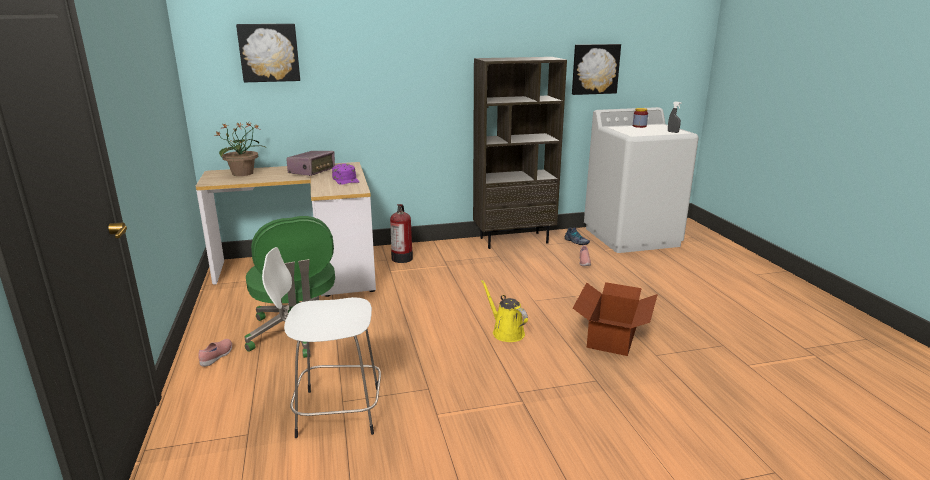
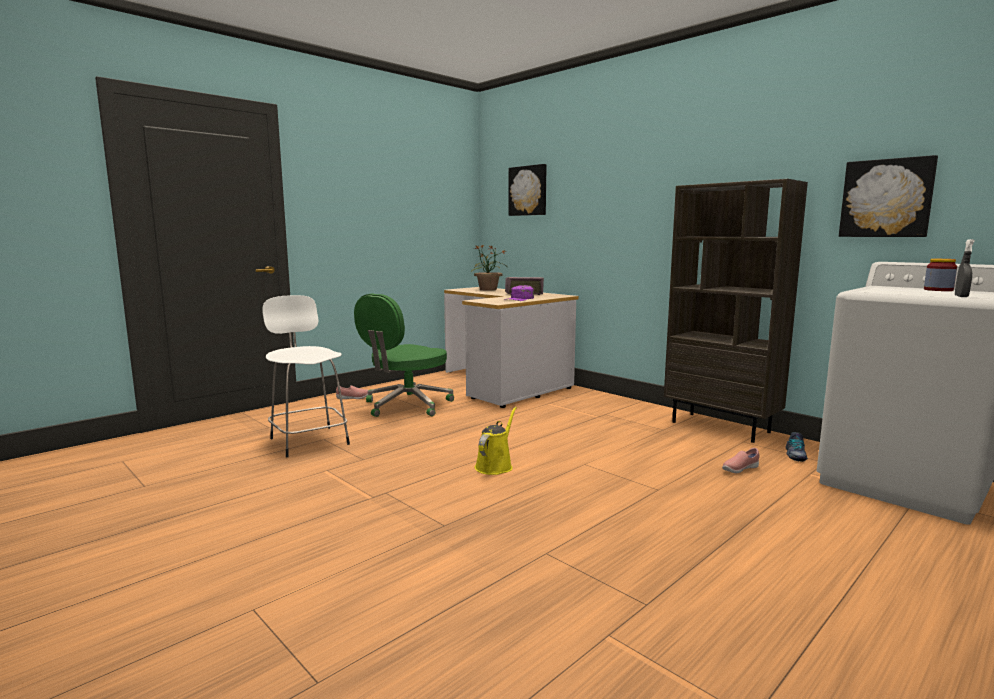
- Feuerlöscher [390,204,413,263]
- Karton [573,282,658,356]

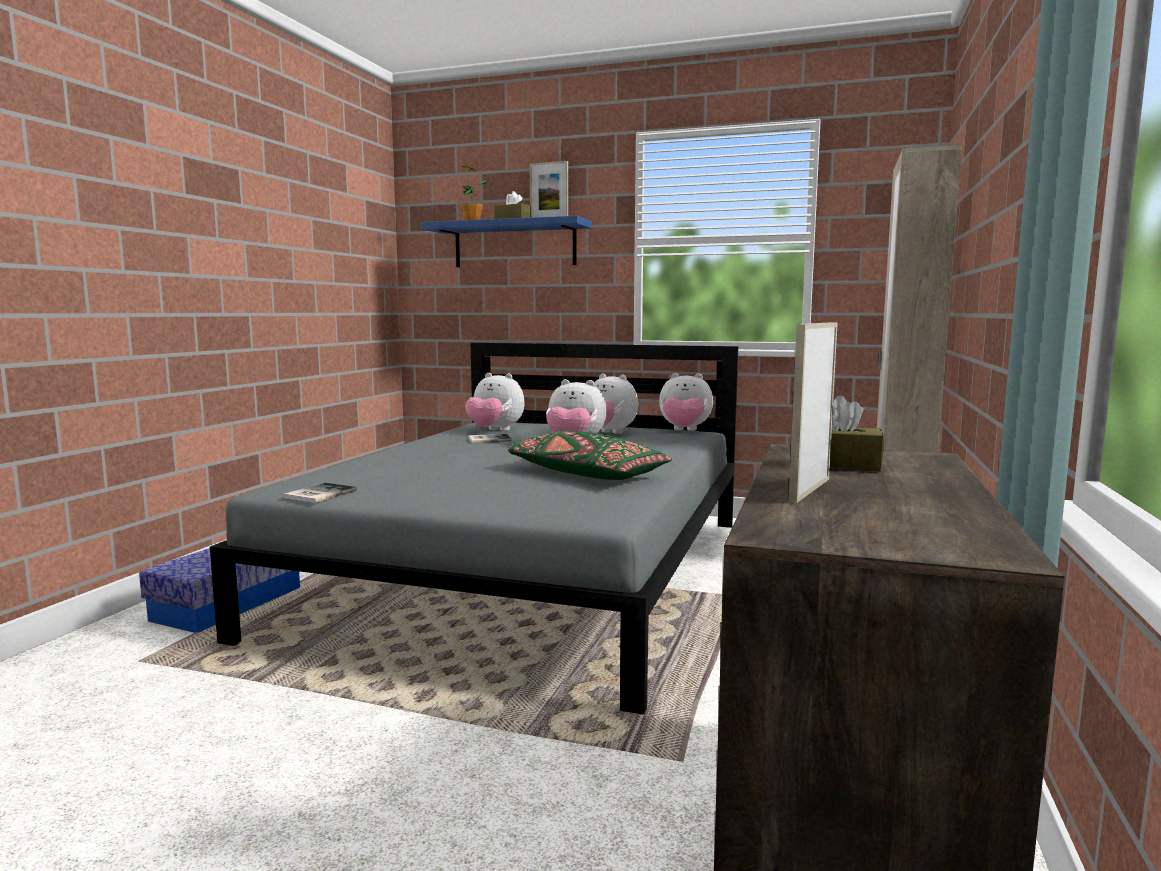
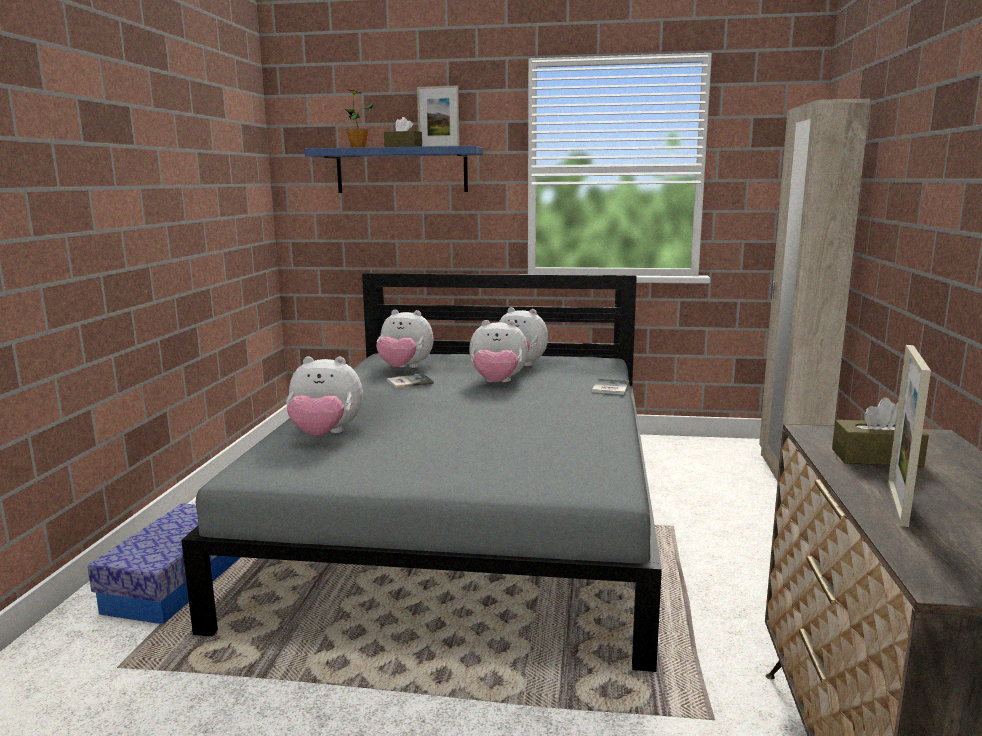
~ Plüschtier [659,373,713,431] to [286,356,363,436]
~ Buch [283,483,357,503] to [592,379,630,395]
- Kissen (grün) [508,431,673,480]

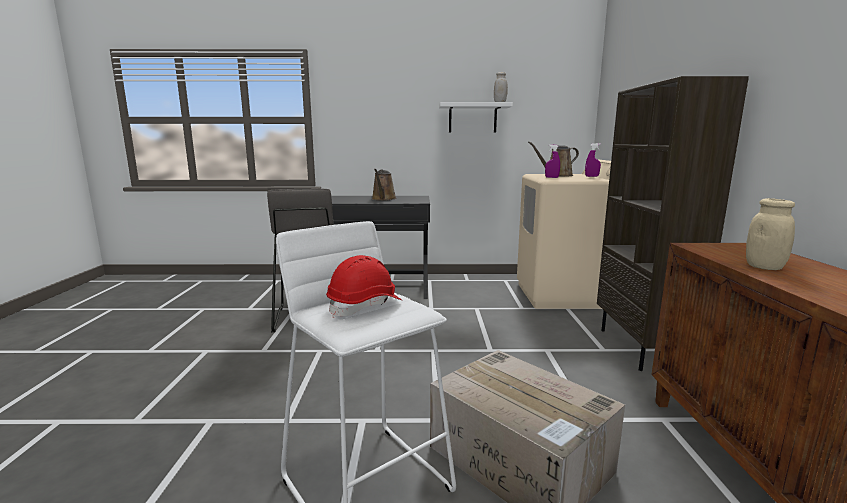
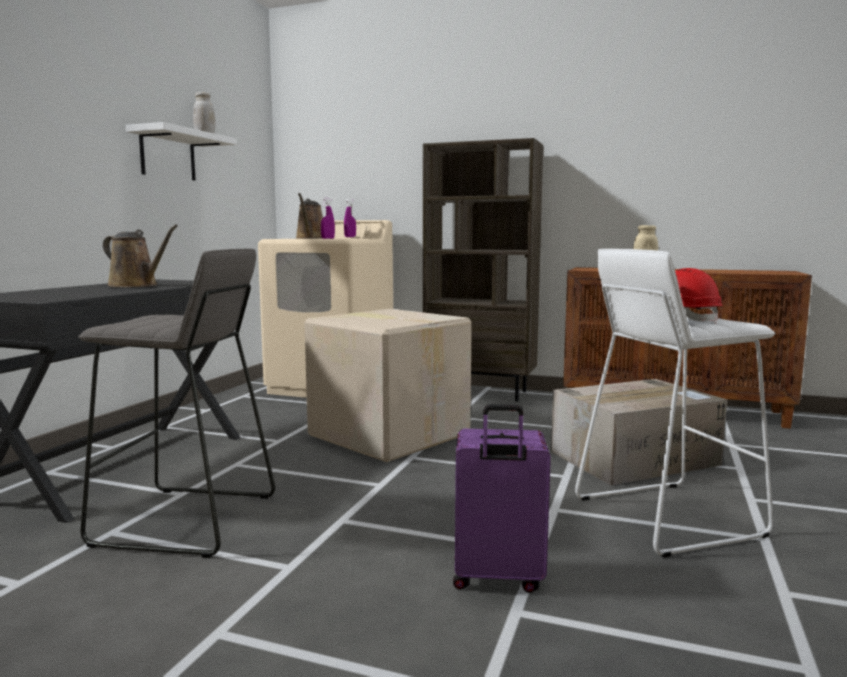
+ Karton [304,309,472,462]
+ Koffer (lila) [453,404,551,593]

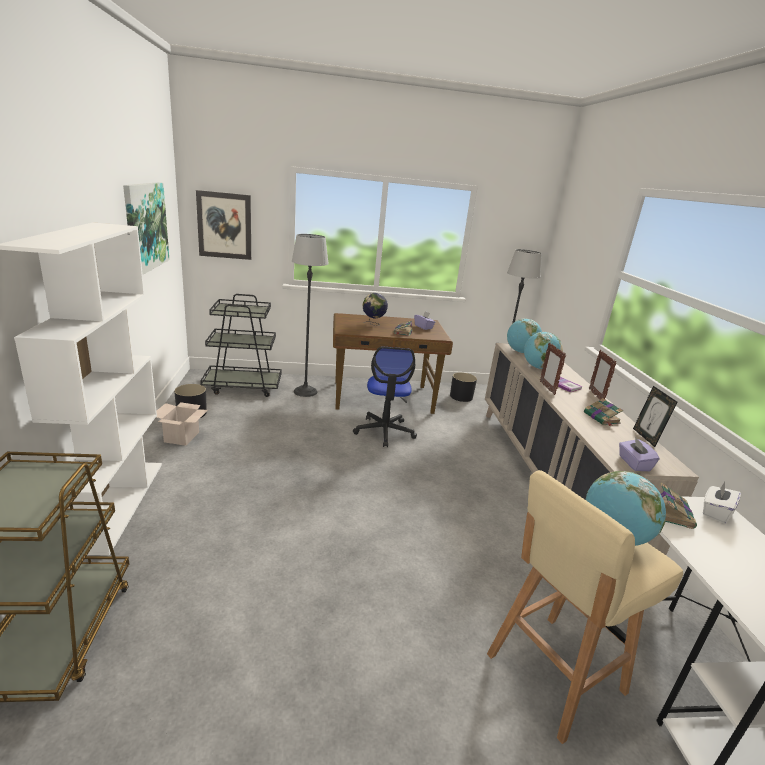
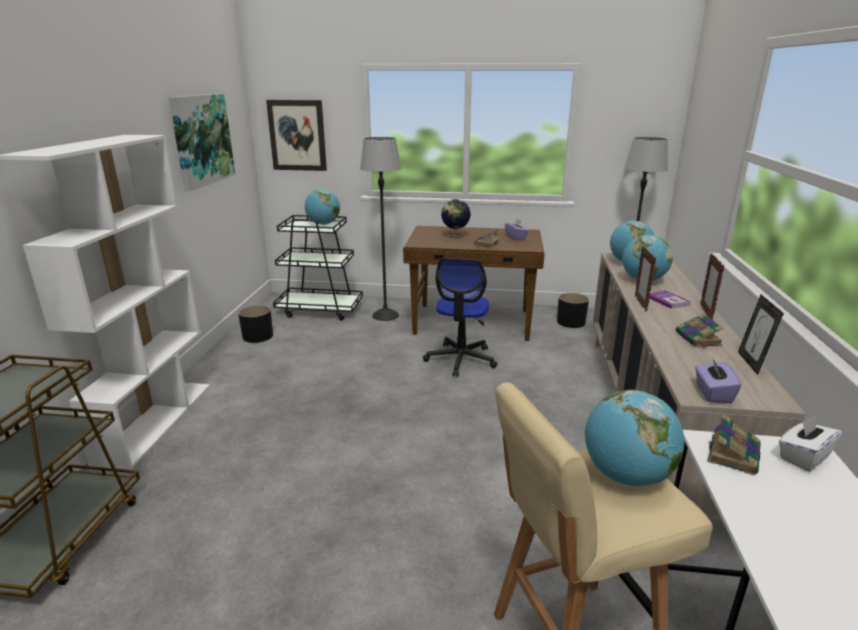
+ Globus [305,189,340,225]
- Karton [156,402,208,446]

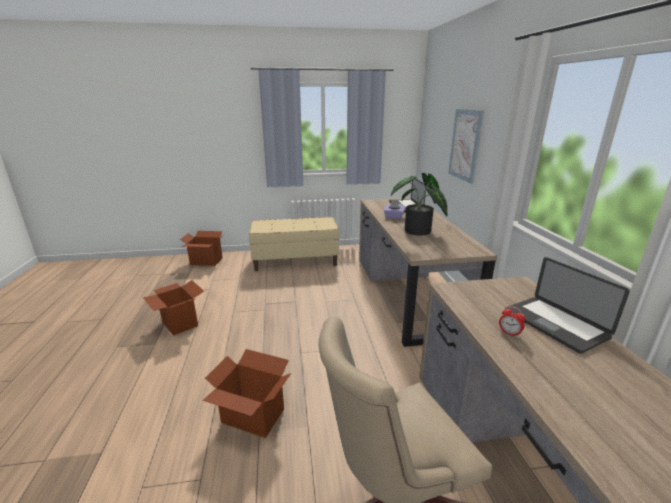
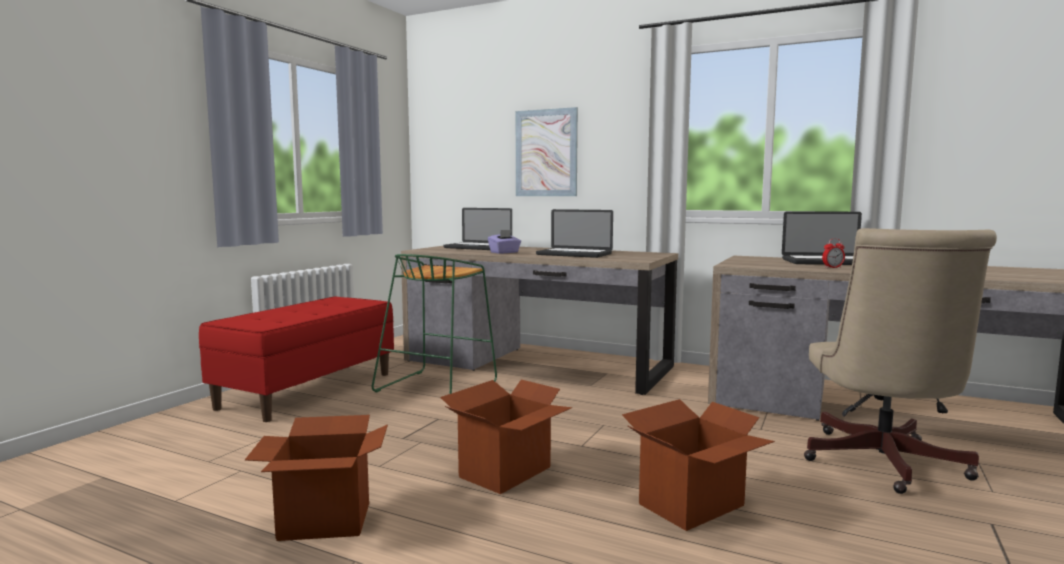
~ Bank (beige) [249,217,339,271] to Bank (rot) [199,296,394,422]
+ Hocker (grün) [372,254,497,394]
~ Karton [180,231,225,266] to [440,380,572,494]
~ Topfpflanze [391,173,448,236] to Laptop [536,209,613,258]

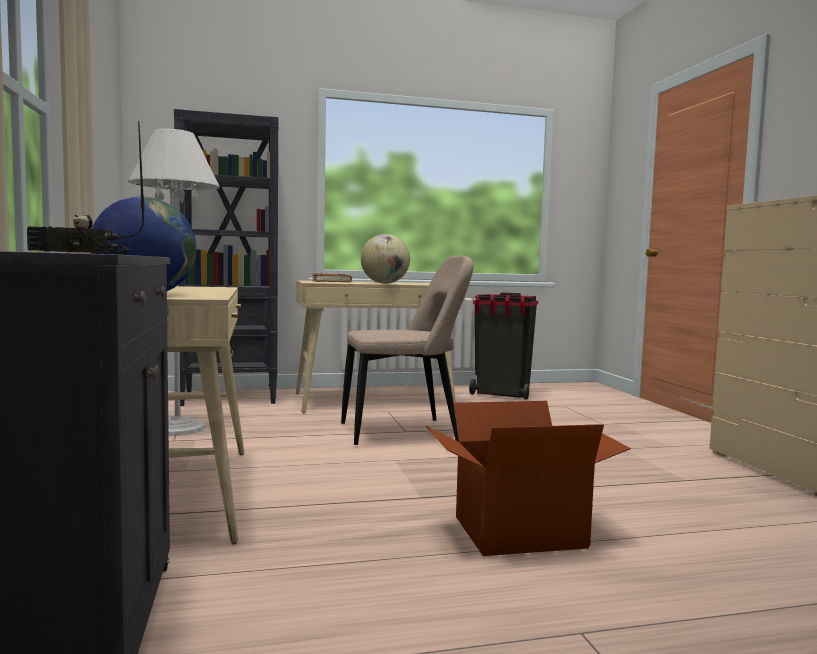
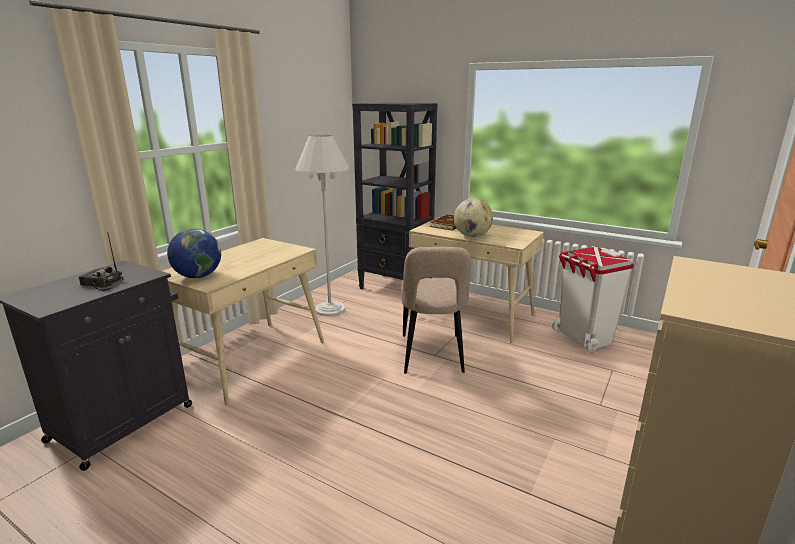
~ Stuhl (beige) [341,256,474,445] = [401,247,471,374] 60 degrees clockwise
~ Mülleimer (schwarz) [469,292,538,400] to Mülleimer (weiß) [552,247,634,352]
- Karton [426,401,631,556]

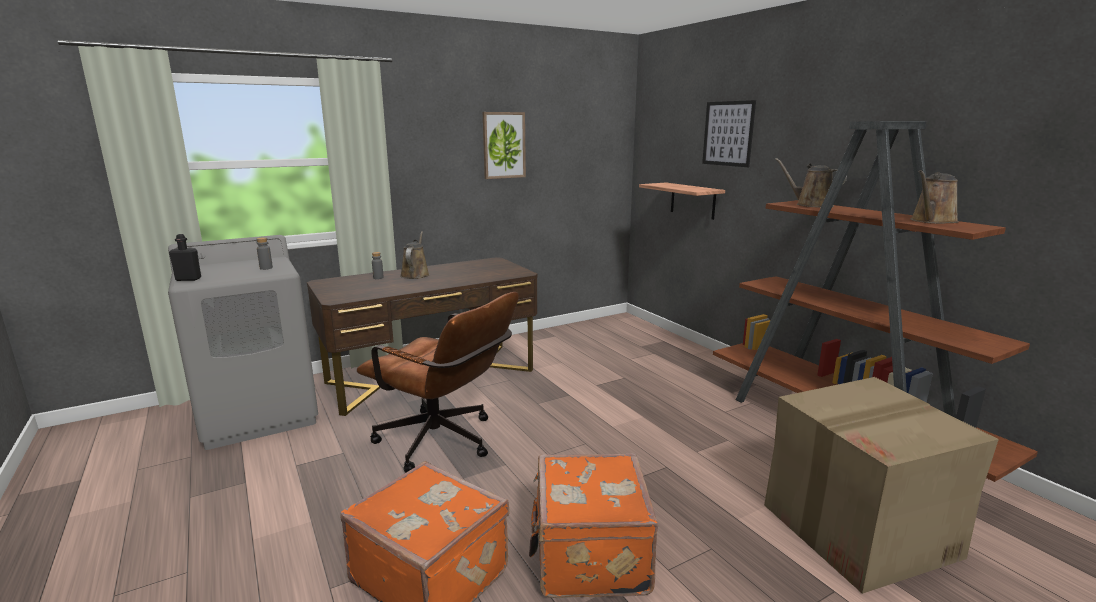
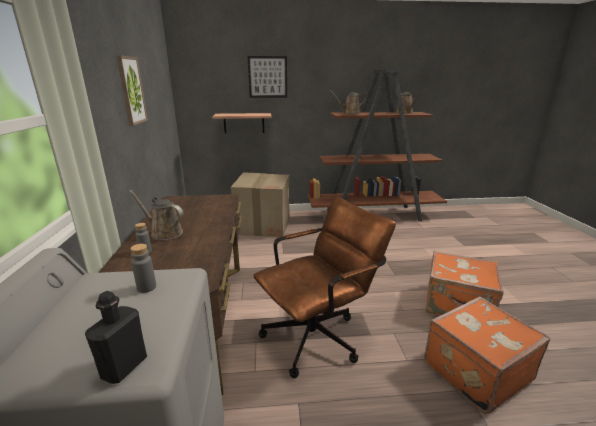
~ Karton [764,377,999,594] to [231,172,290,237]

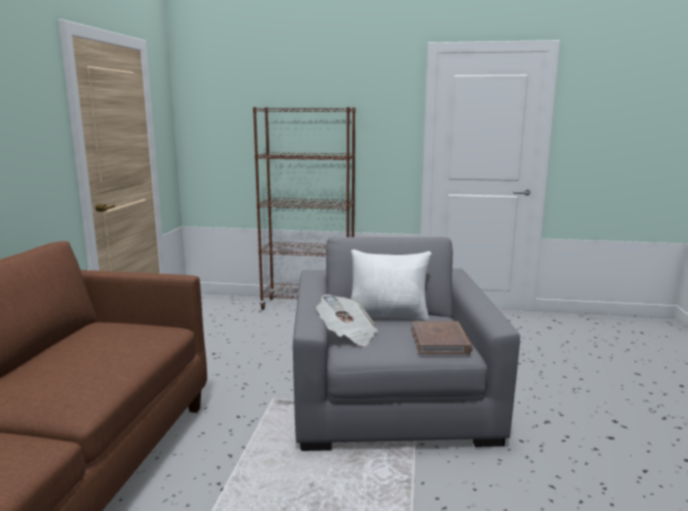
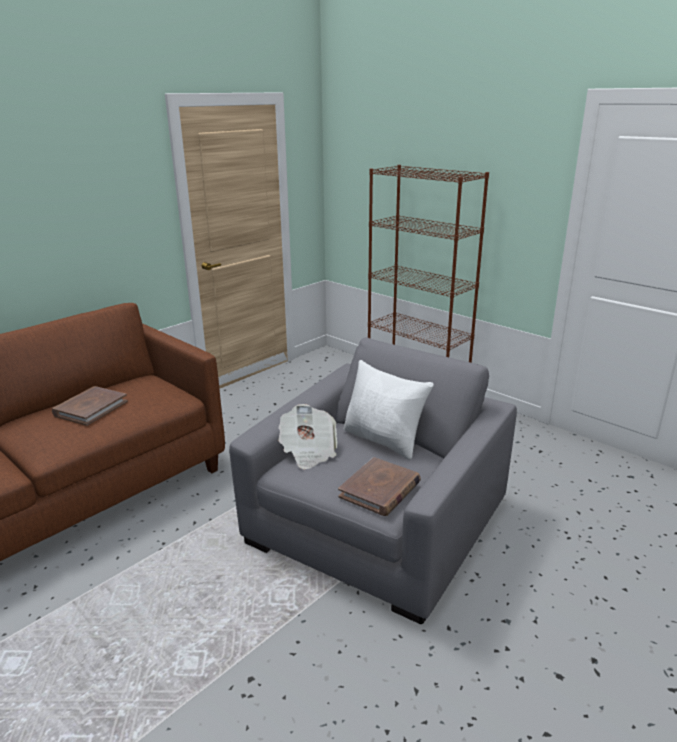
+ Buch (braun) [52,386,128,426]

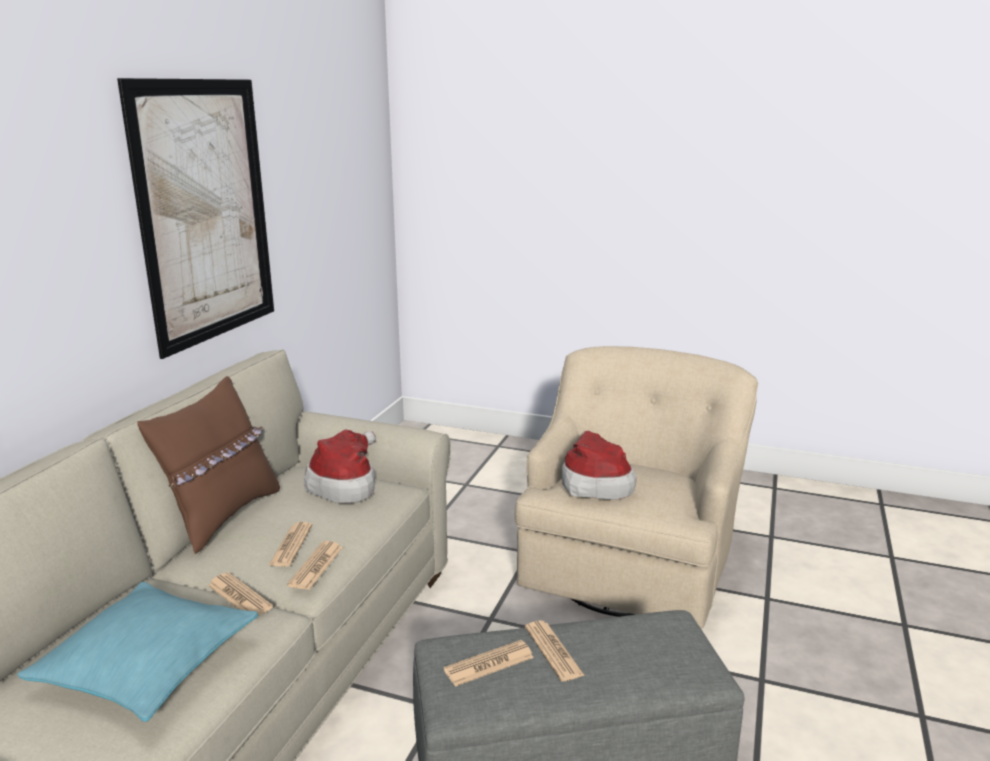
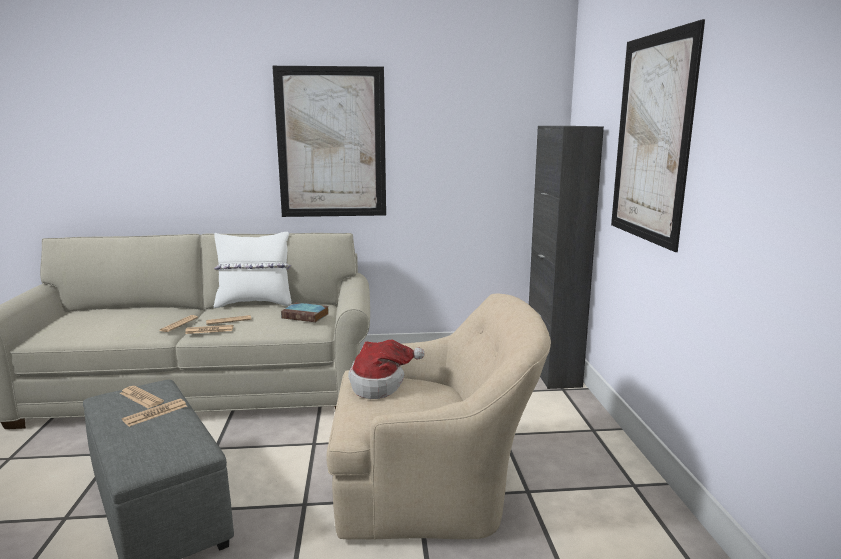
~ Kissen (braun) [137,376,280,555] to Kissen (weiß) [214,232,291,308]
~ Hut [304,429,376,504] to Buch [281,303,329,322]
+ Schrank (schwarz) [529,126,604,389]
+ Bild [611,19,705,252]
- Kissen (türkis) [17,582,258,722]

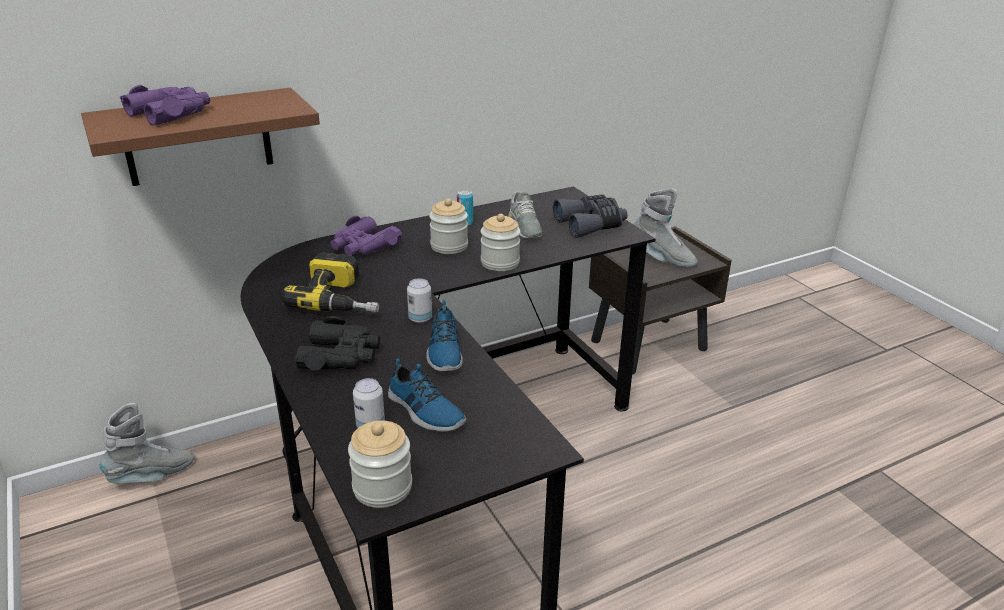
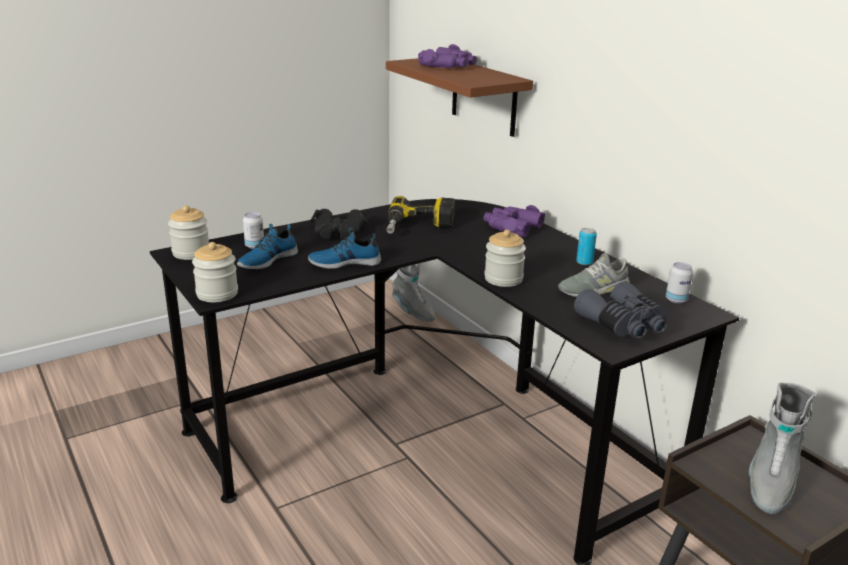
~ Vorratsglas [429,199,468,254] to [192,242,238,302]
~ Dose [407,278,432,323] to [666,262,693,304]

